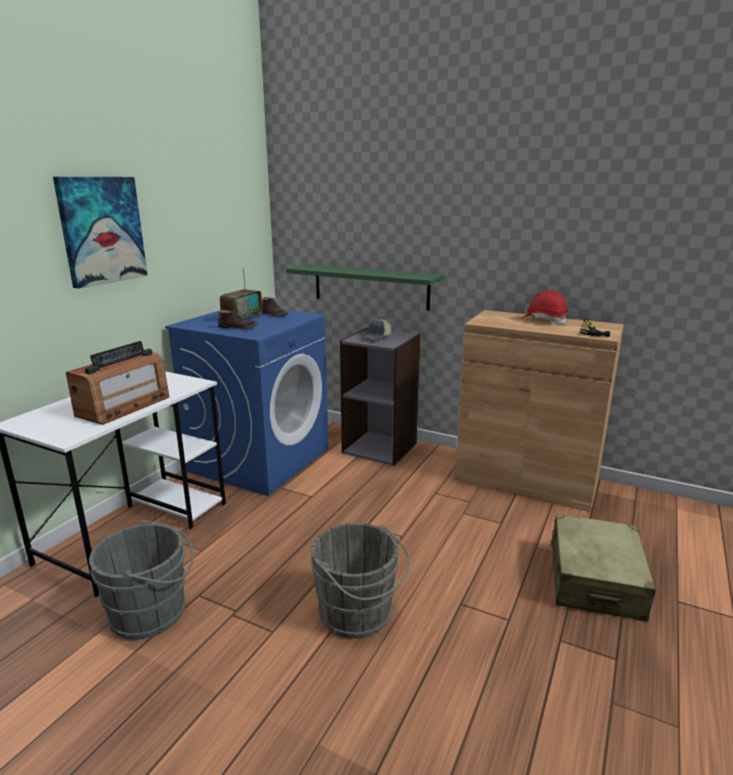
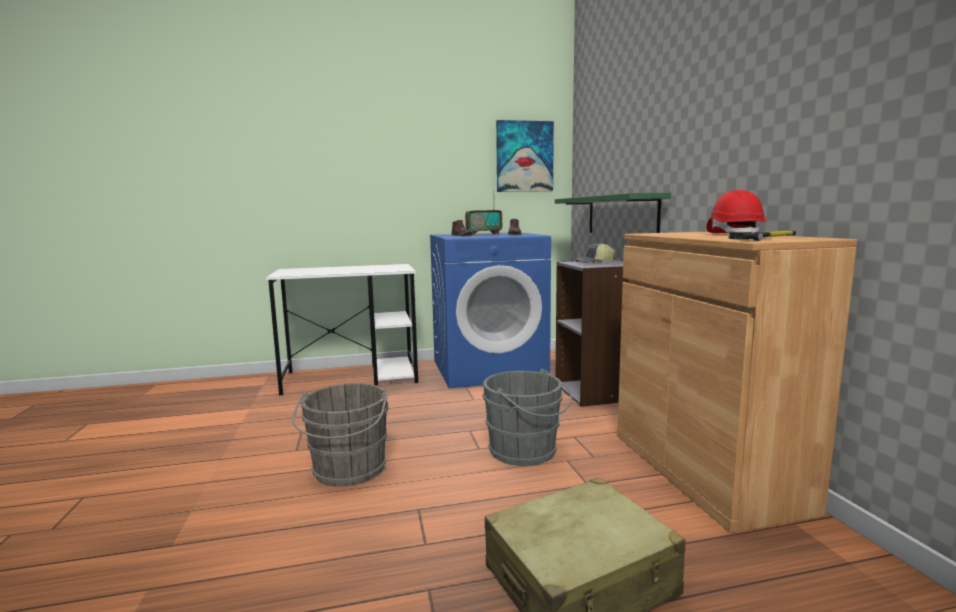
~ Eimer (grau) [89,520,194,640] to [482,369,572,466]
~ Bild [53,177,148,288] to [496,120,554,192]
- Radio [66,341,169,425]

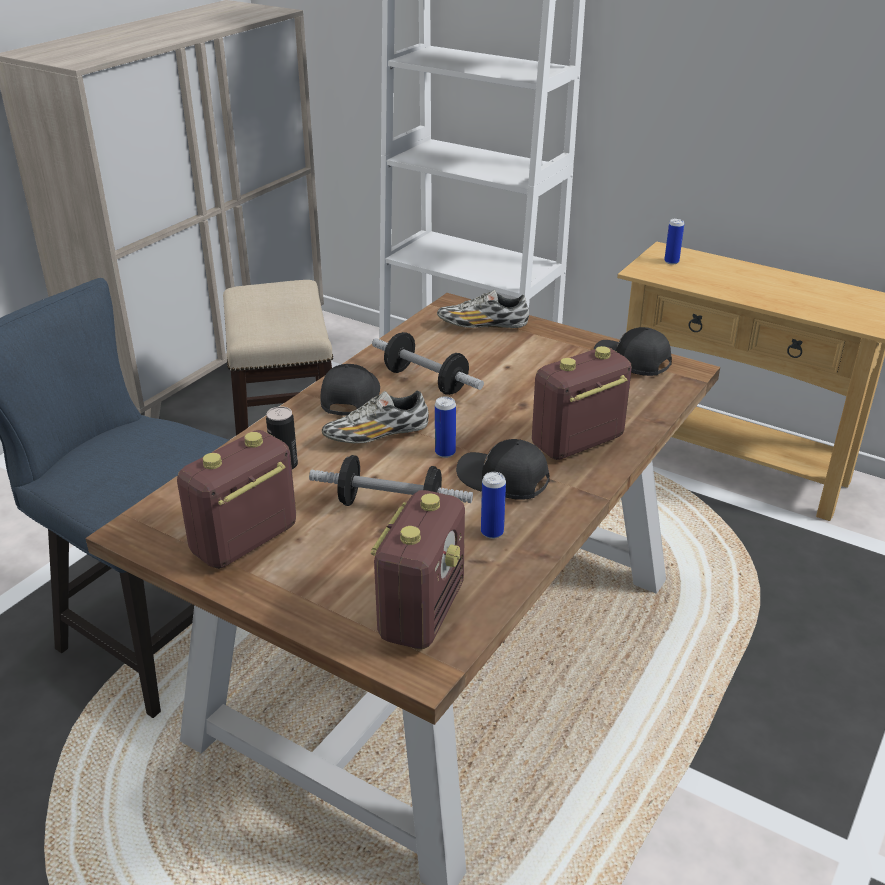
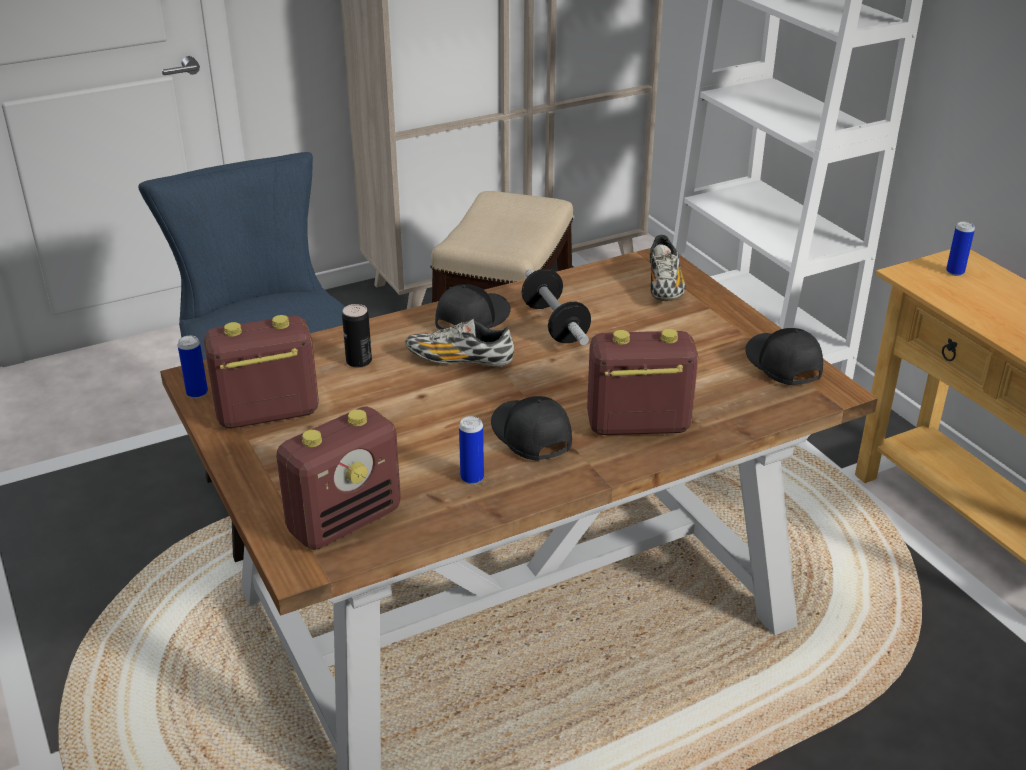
~ Dose [435,396,456,458] to [178,336,208,398]
~ Schuh [437,289,529,328] = [650,235,686,301] 120 degrees counterclockwise
- Hantel [309,455,473,506]

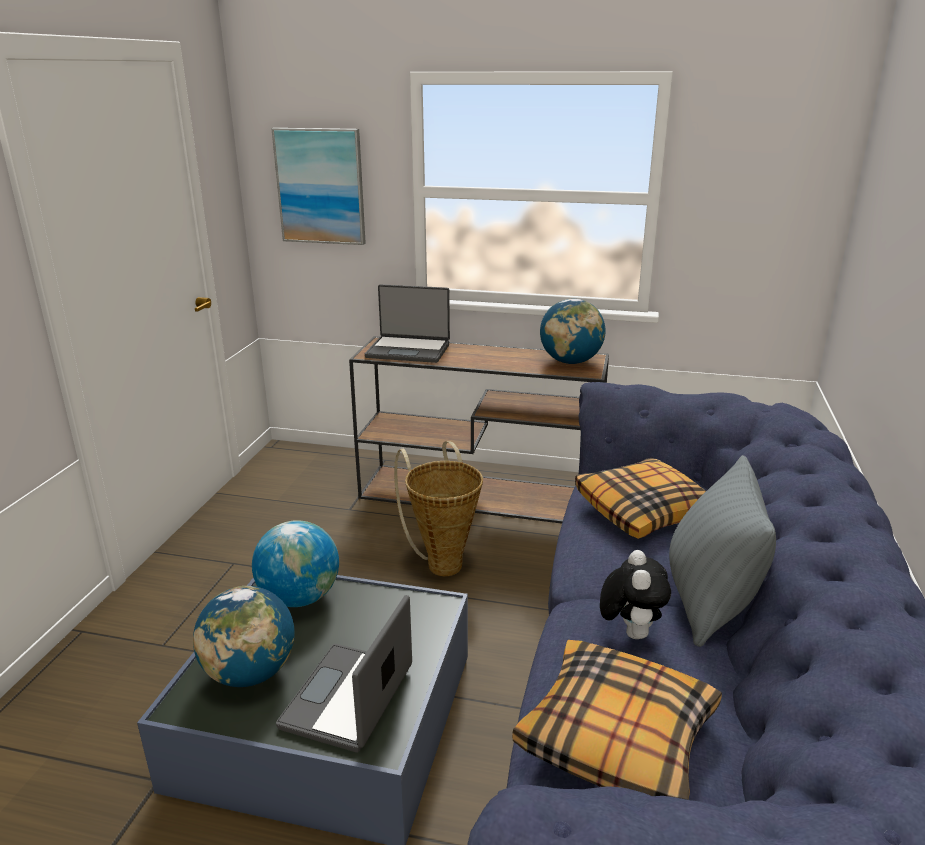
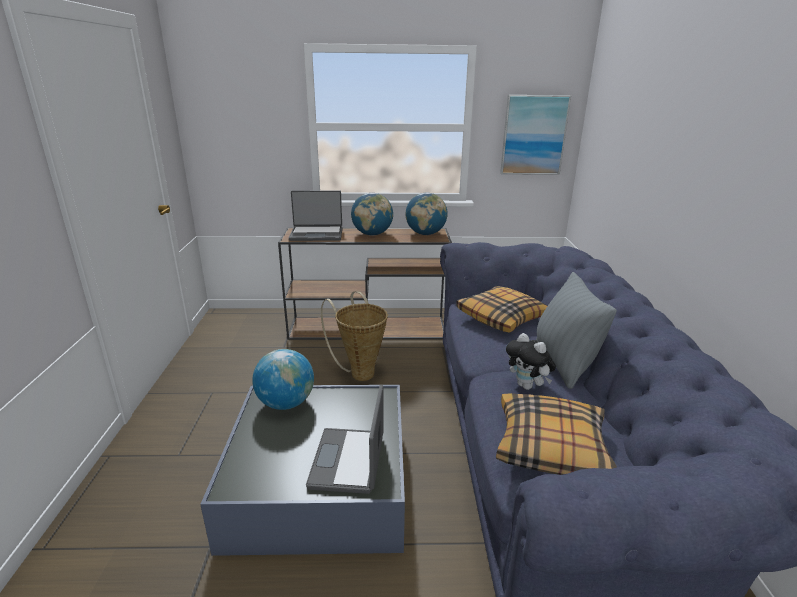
~ Globus [193,586,295,687] to [351,193,393,236]
~ Bild [271,128,366,245] to [500,95,571,175]
~ Plüschtier [600,550,671,639] = [506,333,556,390] 150 degrees clockwise

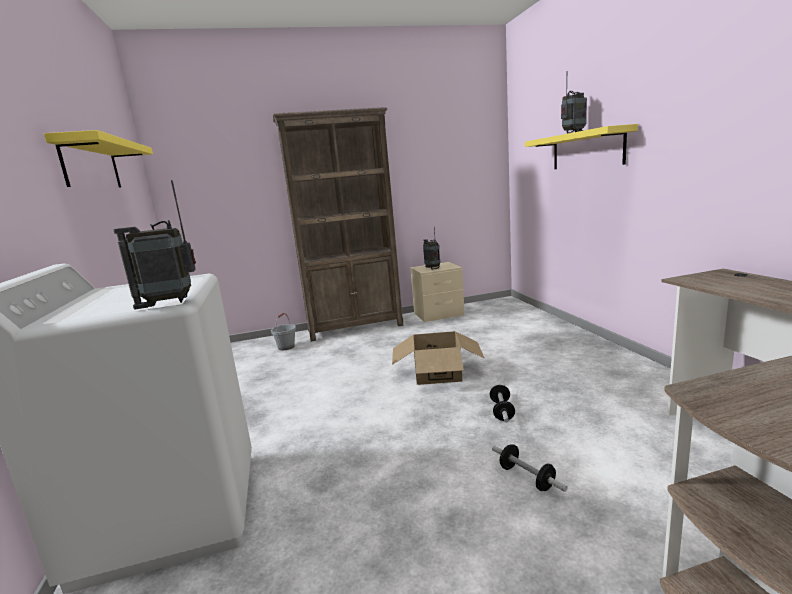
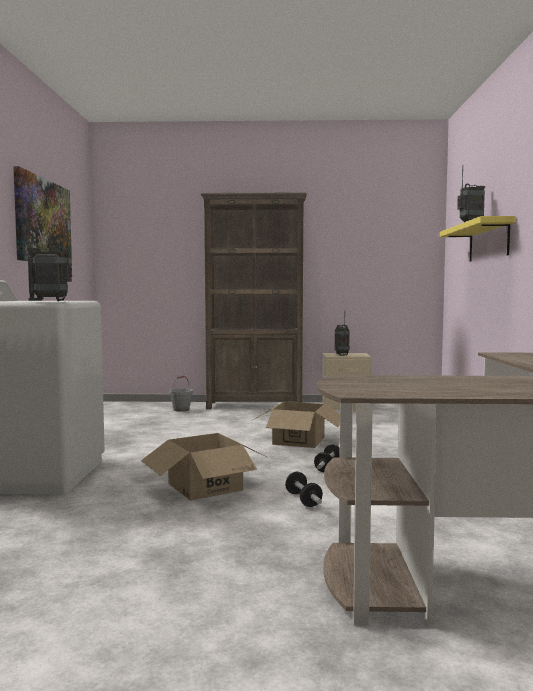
~ Wandregal (gelb) [44,130,153,187] to Bild [13,166,72,266]
+ Karton [141,433,268,500]

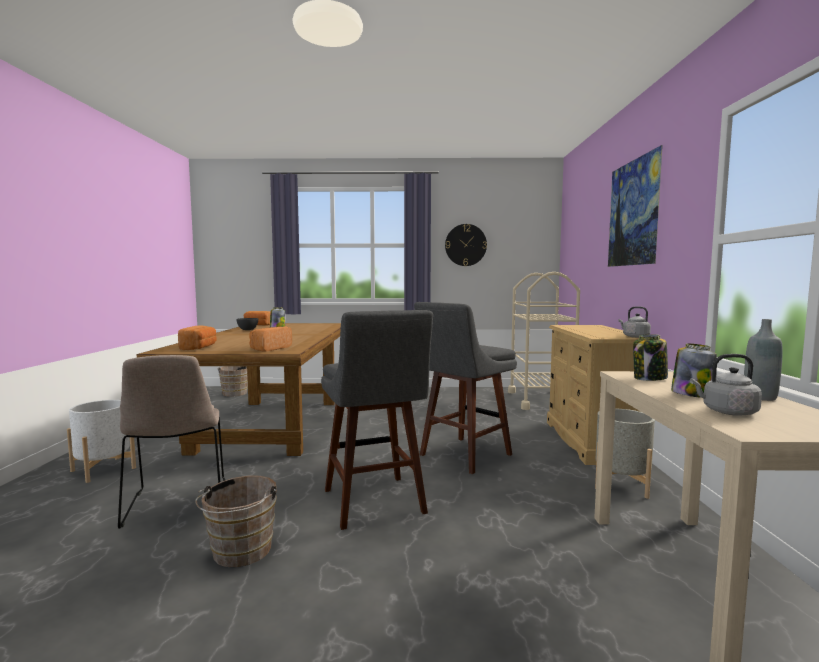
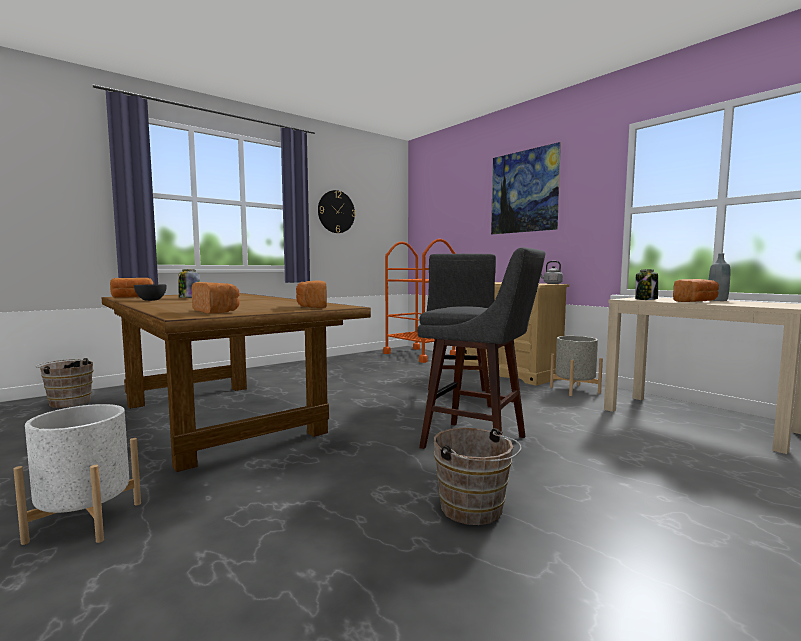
~ Rollwagen (beige) [508,272,580,410] to Rollwagen (orange) [383,239,456,363]
~ Vorratsglas [671,343,717,398] to Brot [673,279,719,302]
- Stuhl (beige) [118,355,225,529]
- Wasserkessel (grau) [690,354,762,416]

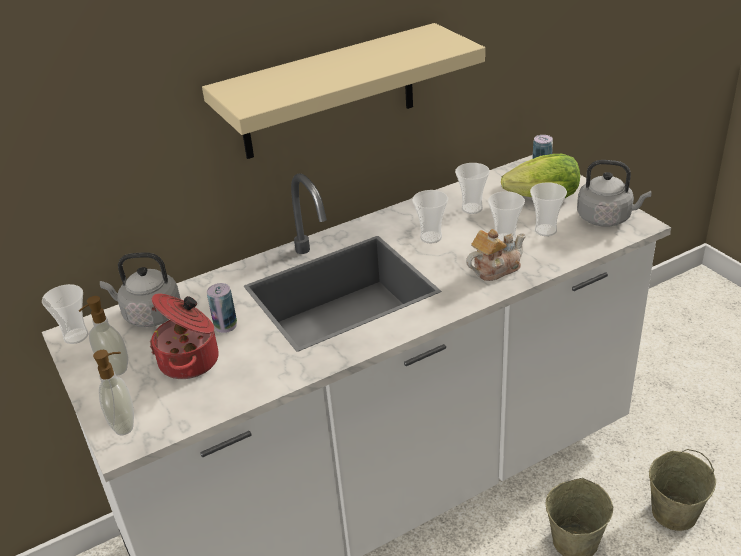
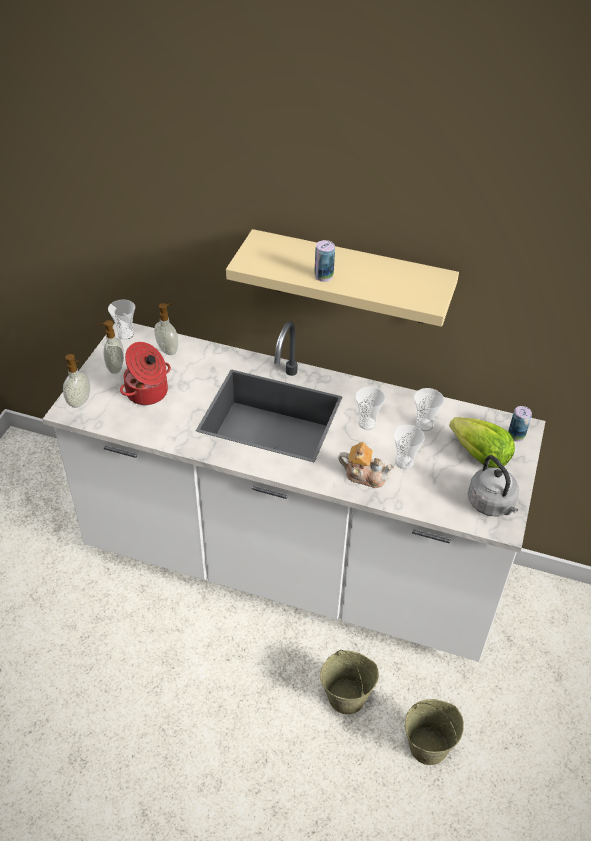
~ Wasserkessel (grau) [100,252,181,327] to Seifenspender [154,303,178,355]
~ Dose [207,283,237,333] to [314,240,335,282]
- Tasse [530,182,567,236]

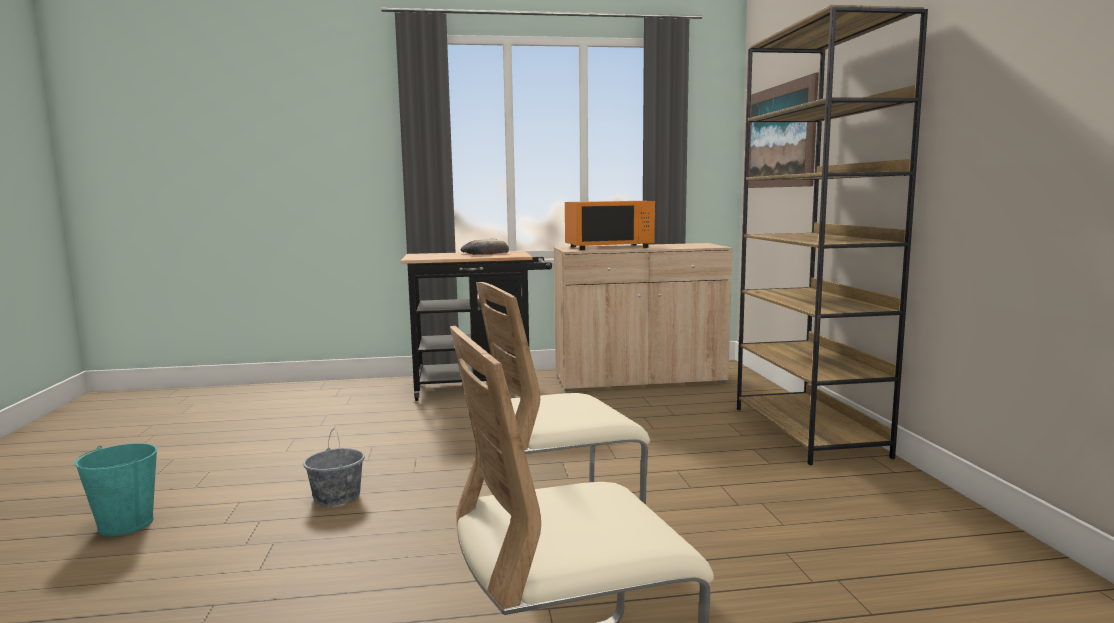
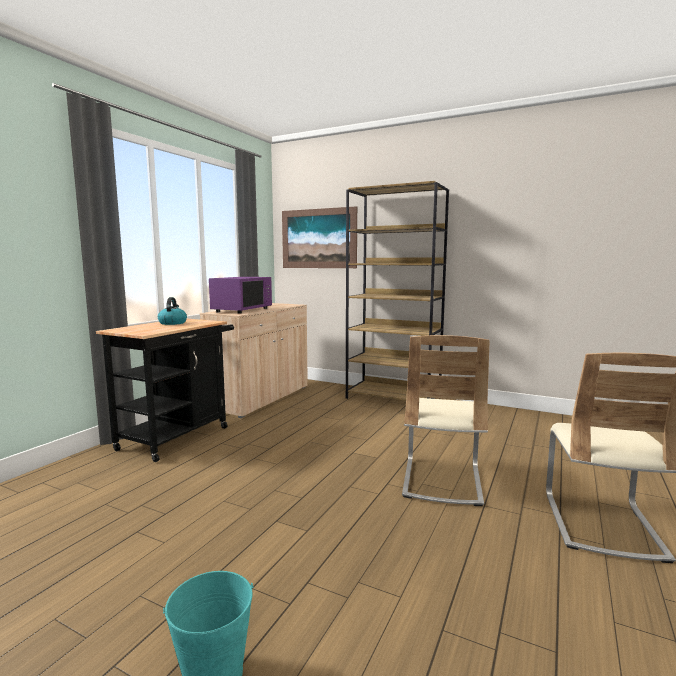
~ Brot [461,238,509,255] to Wasserkessel [158,297,187,325]
~ Mikrowelle (orange) [565,201,655,250] to Mikrowelle (lila) [209,277,272,314]
- Eimer (grau) [303,428,365,506]

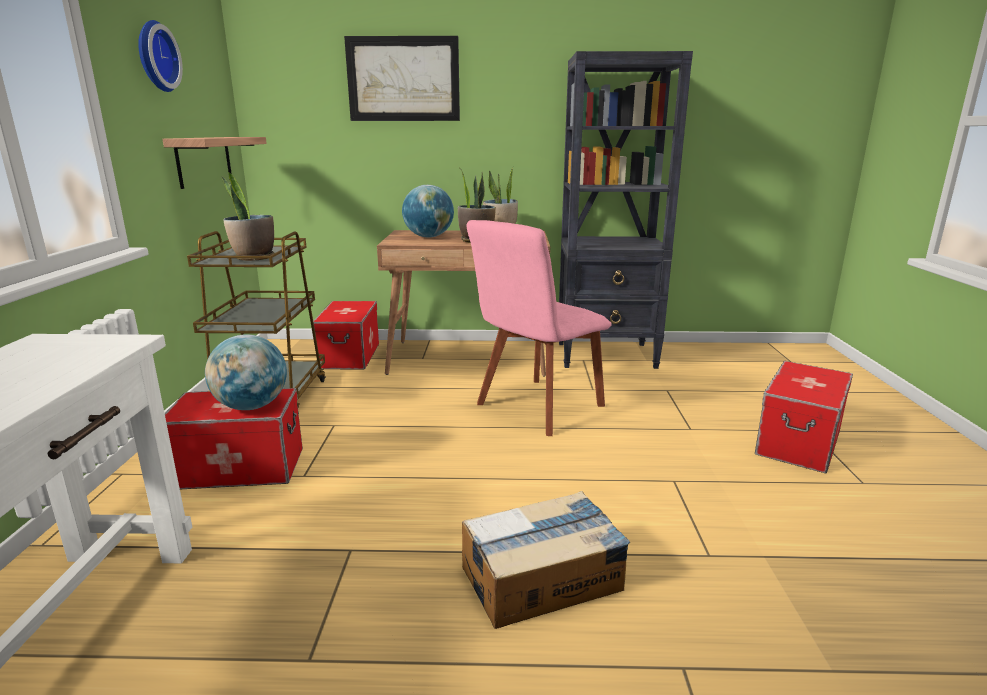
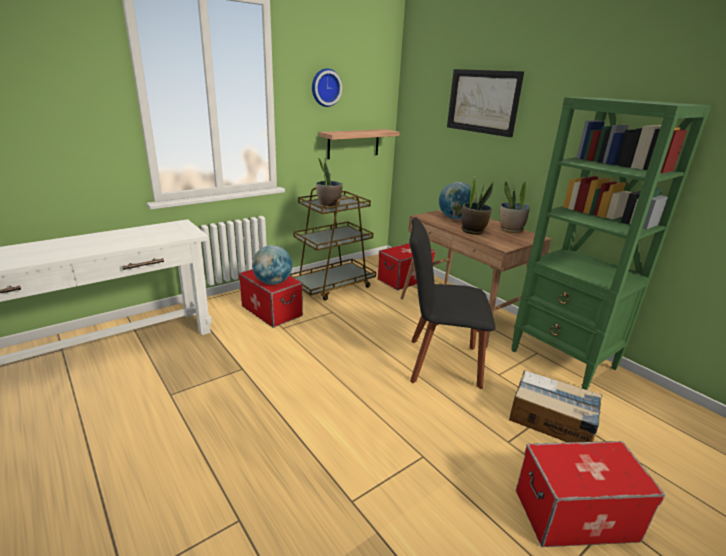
~ Stuhl (rosa) [467,220,612,436] to Stuhl (schwarz) [410,218,496,389]
~ Karton [462,491,630,629] to [509,370,602,443]
~ Bücherregal (schwarz) [559,51,693,369] to Bücherregal (grün) [511,97,711,390]

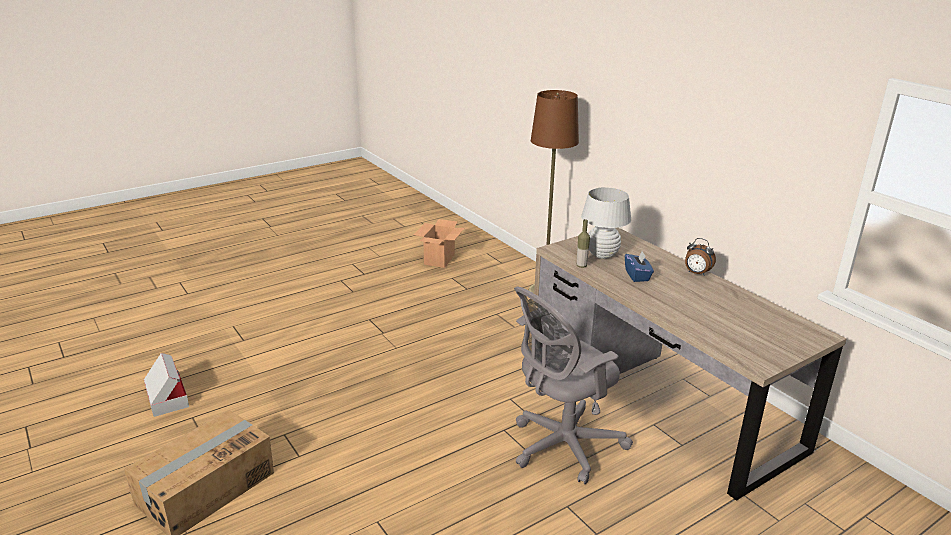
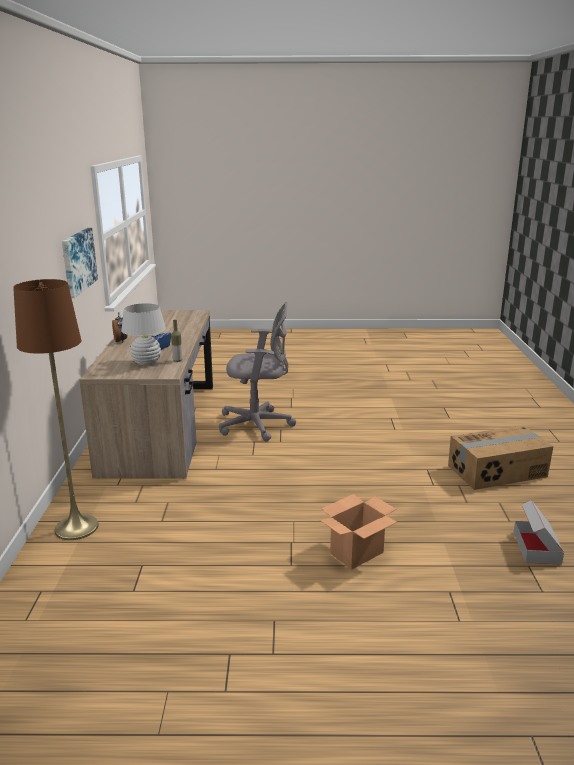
+ Bild [62,228,98,298]
~ Karton [414,219,464,268] to [320,494,397,570]

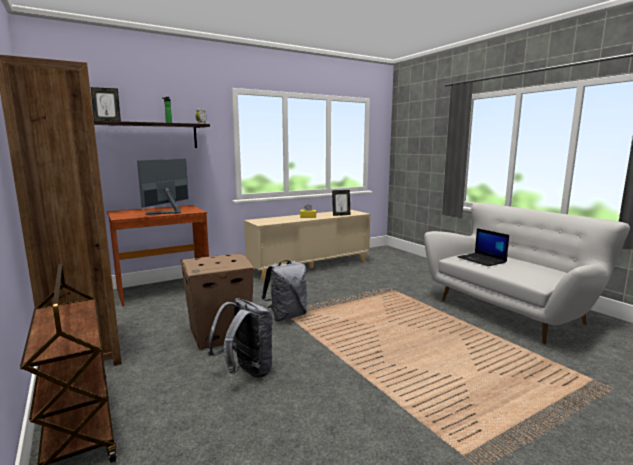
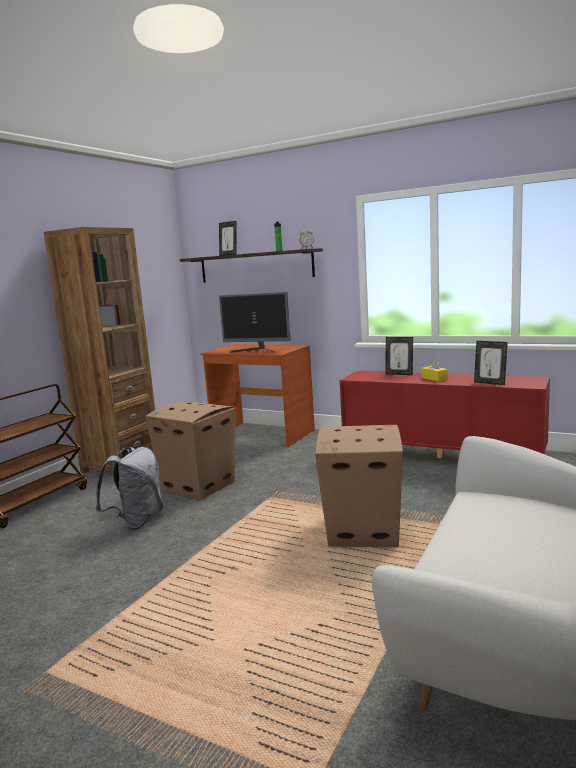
~ Monitor [137,159,189,215] = [219,292,291,353] 150 degrees counterclockwise
+ Karton [315,425,403,547]
~ Schrank (beige) [244,210,370,281] to Schrank (rot) [339,370,550,458]
+ Bilderrahmen [385,337,413,375]
- Rucksack (grau) [261,260,307,321]
- Laptop [457,228,509,266]

